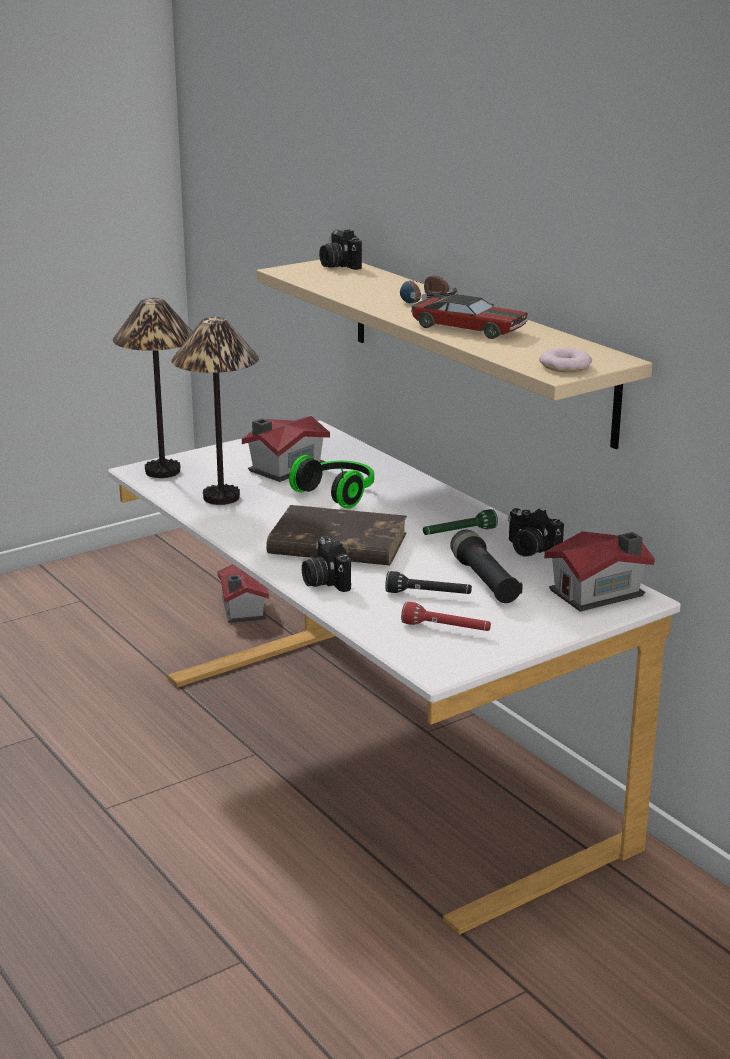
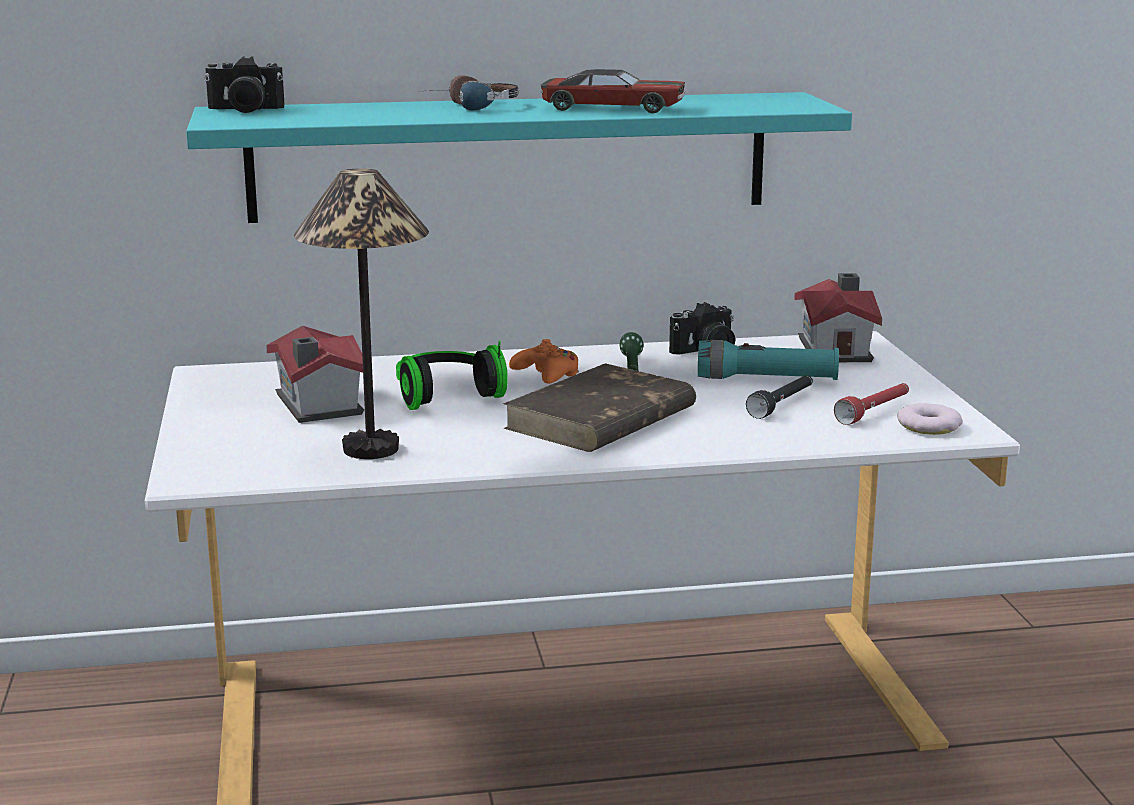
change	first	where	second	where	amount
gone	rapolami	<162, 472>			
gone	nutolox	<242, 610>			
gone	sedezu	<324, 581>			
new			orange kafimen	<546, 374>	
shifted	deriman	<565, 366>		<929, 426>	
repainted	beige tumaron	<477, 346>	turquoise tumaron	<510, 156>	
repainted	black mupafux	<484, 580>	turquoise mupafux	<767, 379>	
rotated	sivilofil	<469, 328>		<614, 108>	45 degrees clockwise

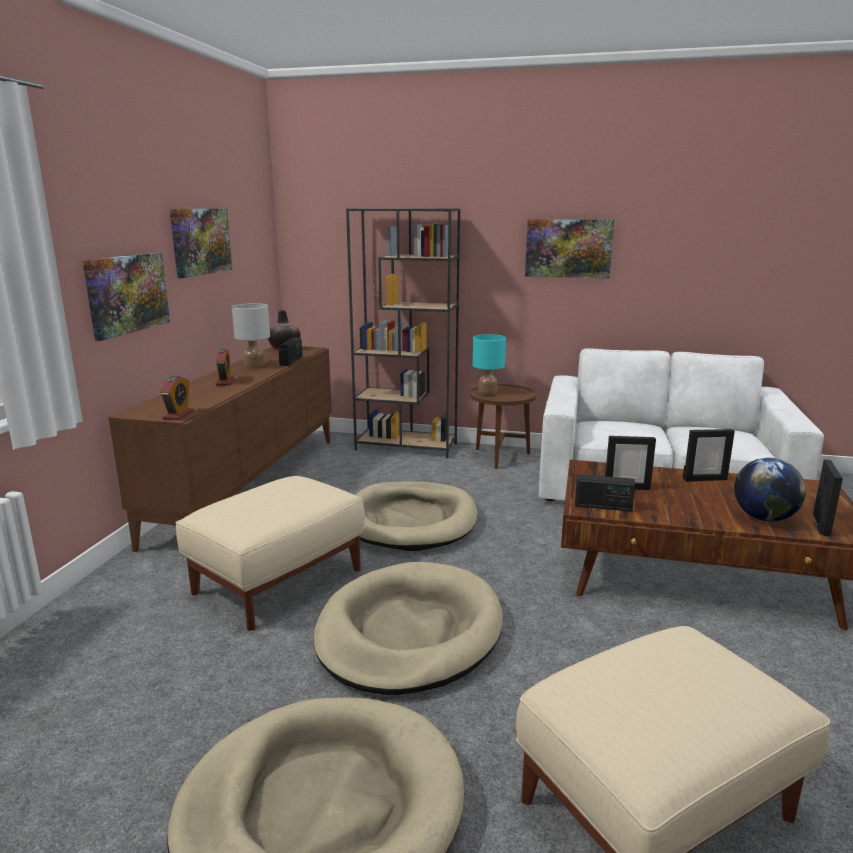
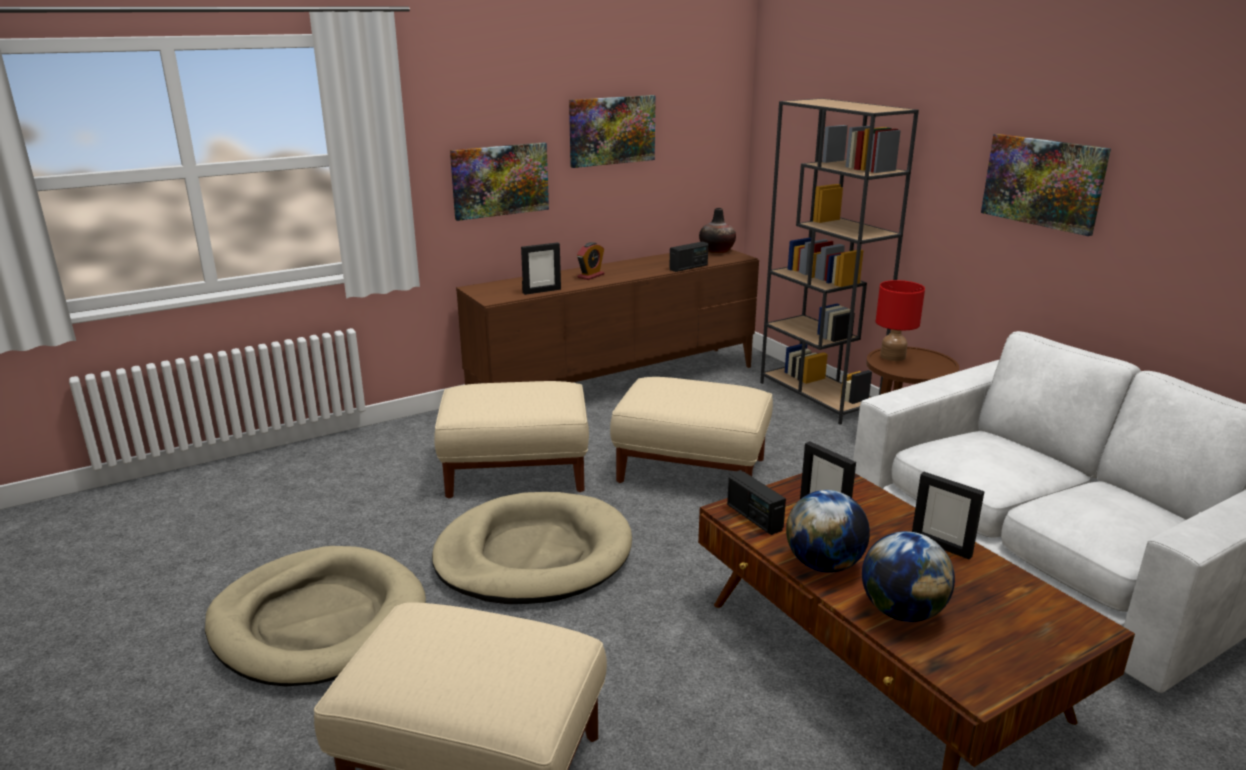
change	first	where	second	where	amount
gone	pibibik	<178, 415>			
gone	grey rapolami	<254, 366>			
new			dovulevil	<824, 565>	
shifted	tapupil	<820, 524>		<541, 291>	
swapped	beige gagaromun	<411, 520>	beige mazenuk	<692, 470>	
repainted	turquoise rapolami	<487, 392>	red rapolami	<893, 356>	

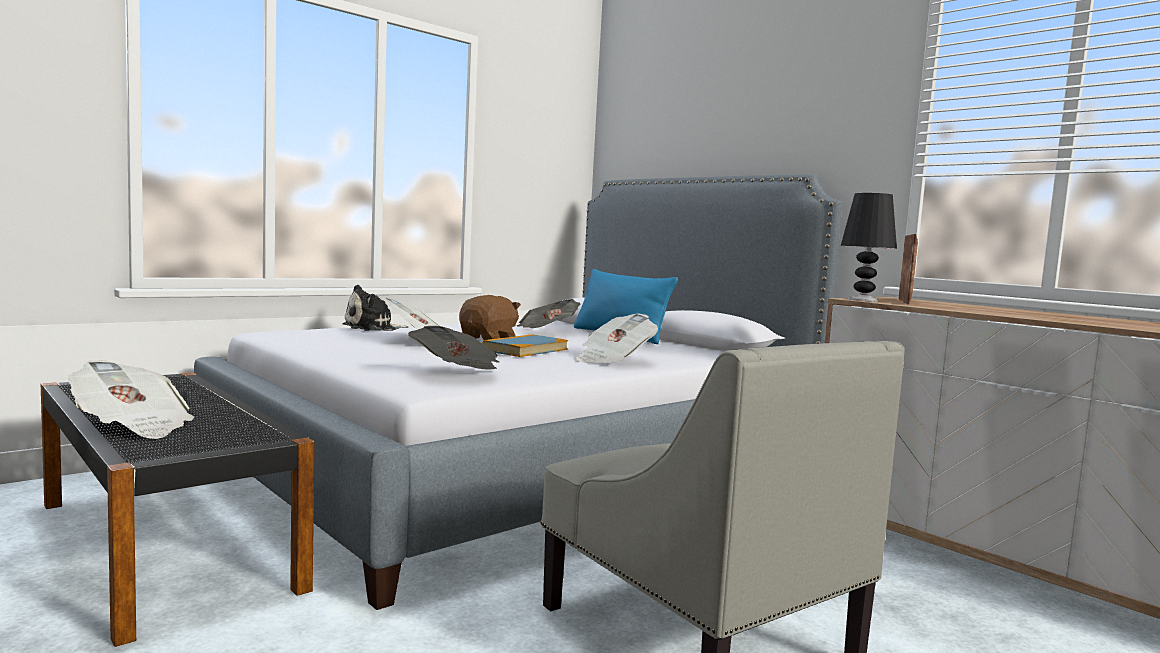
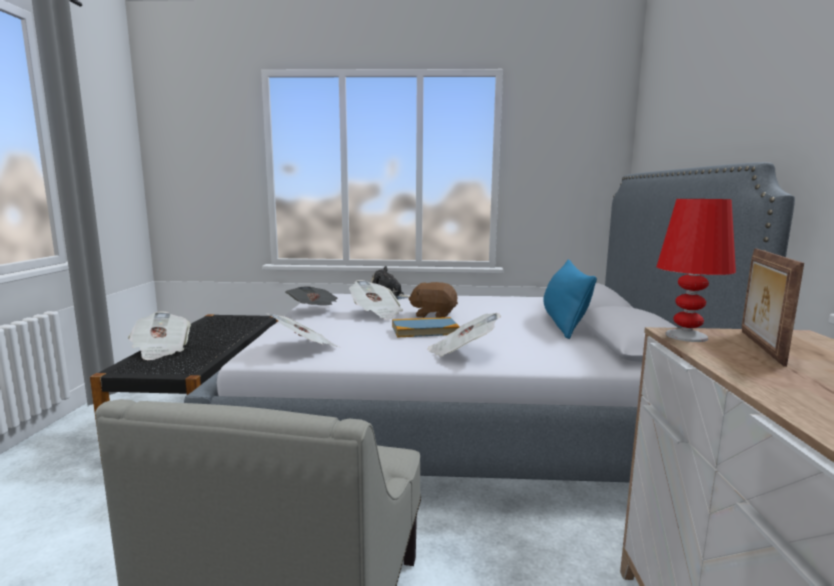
change	first	where	second	where	amount
shifted	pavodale	<547, 332>		<314, 310>	
repainted	black rapolami	<863, 300>	red rapolami	<686, 336>	
rotated	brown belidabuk	<489, 338>		<433, 315>	150 degrees counterclockwise
rotated	tapupil	<905, 301>		<759, 347>	135 degrees clockwise

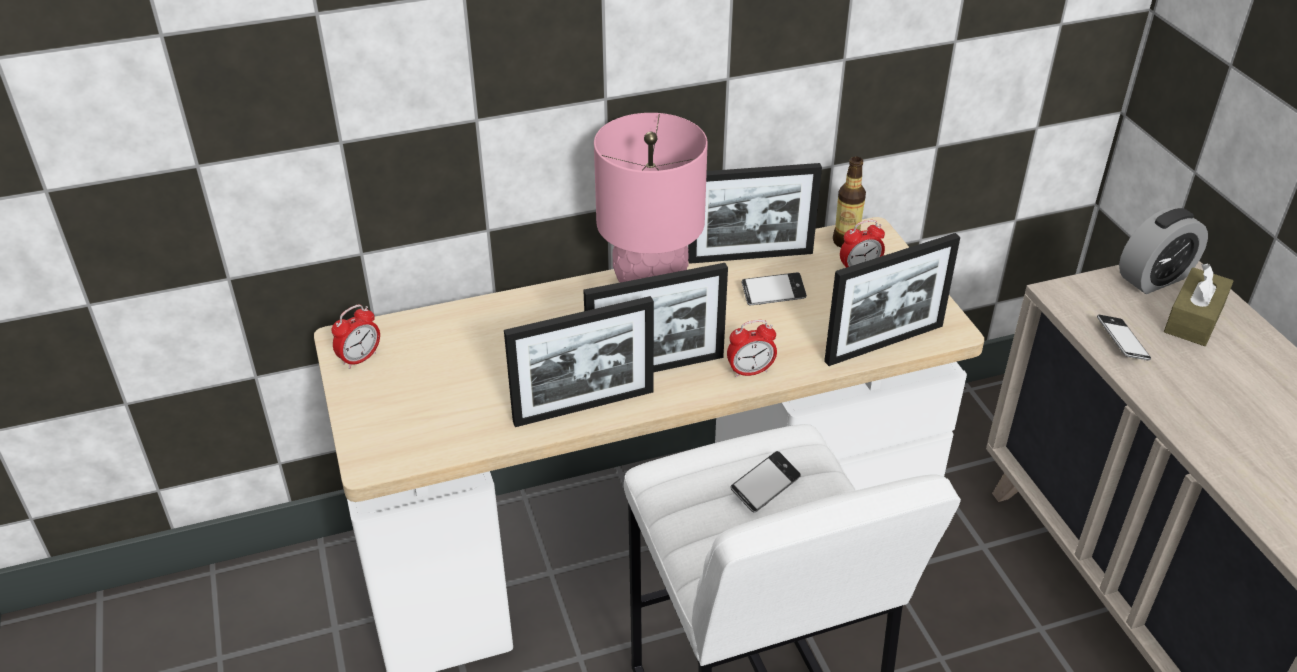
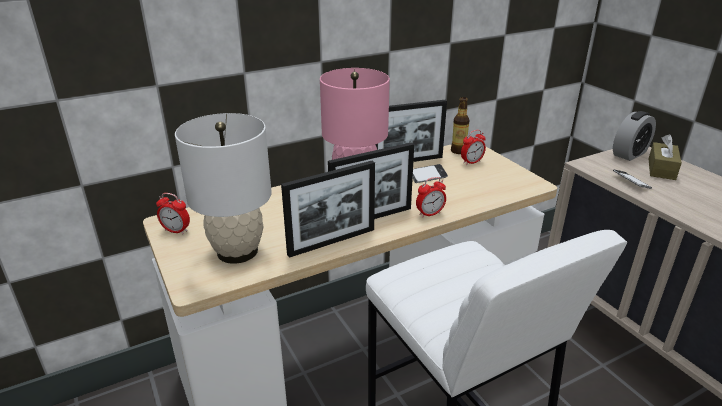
change	first	where	second	where	amount
gone	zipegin	<765, 486>			
gone	tapupil	<884, 343>			
new			white rapolami	<237, 252>	
rotated	pibibik	<360, 358>		<176, 231>	75 degrees clockwise

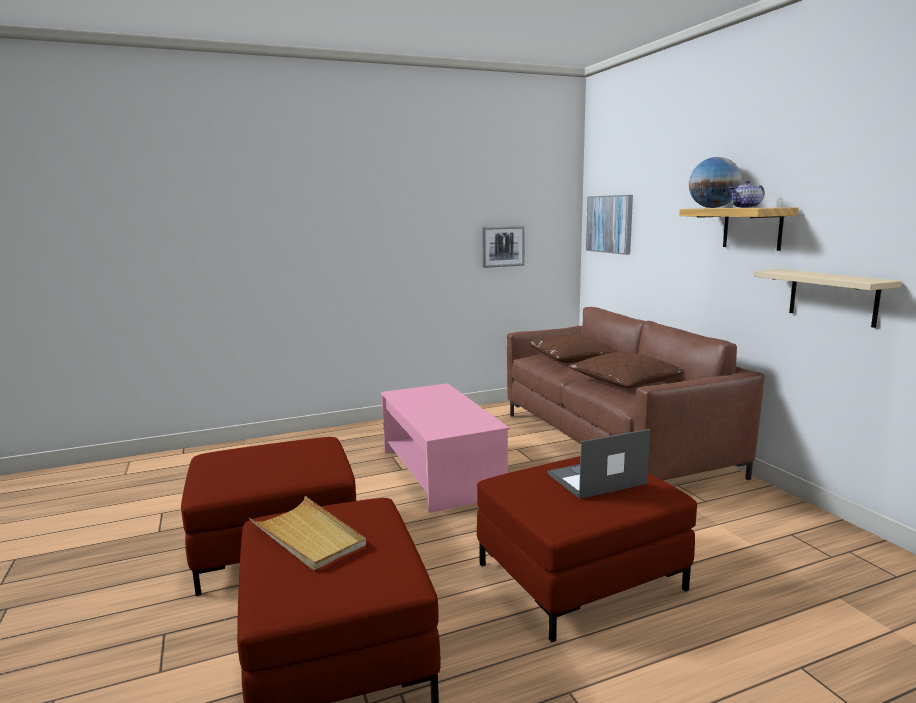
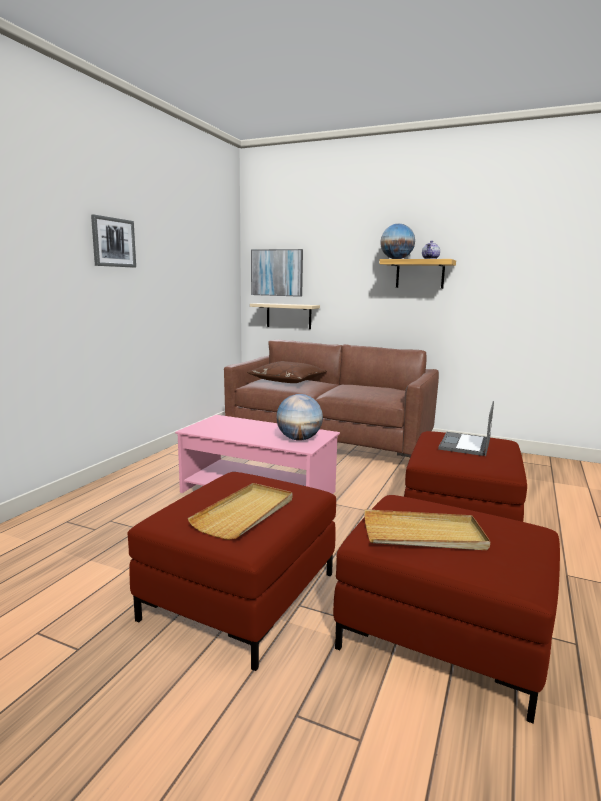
change	first	where	second	where	amount
gone	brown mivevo	<625, 381>			
new			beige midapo	<245, 513>	
new			dovulevil	<299, 439>	
shifted	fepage	<503, 246>		<113, 242>	
shifted	beige tumaron	<832, 297>		<288, 316>	

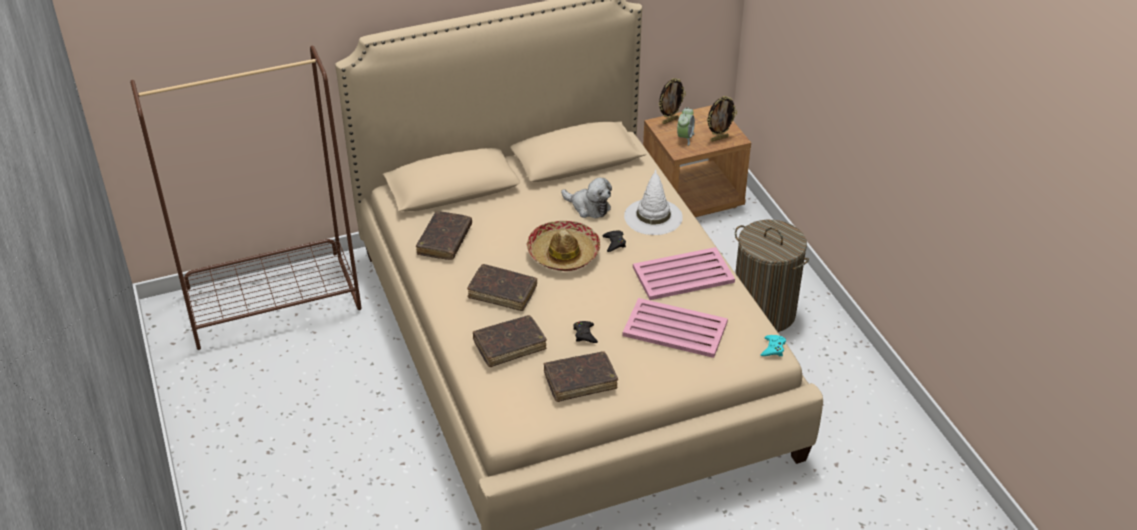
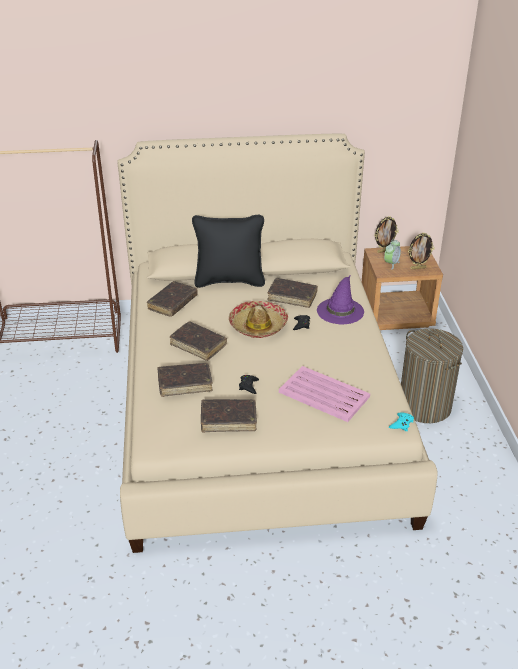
change	first	where	second	where	amount
gone	pink midapo	<684, 275>			
new			black mivevo	<229, 280>	
swapped	belidabuk	<588, 207>	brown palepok	<292, 297>	
repainted	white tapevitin	<653, 216>	purple tapevitin	<340, 310>	

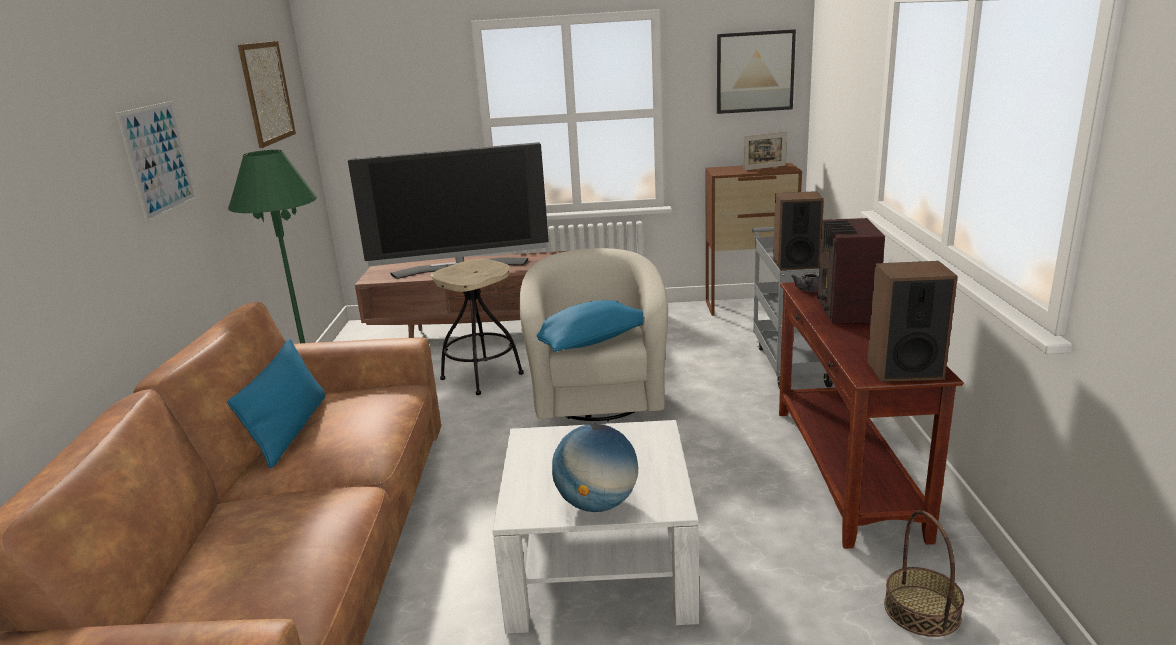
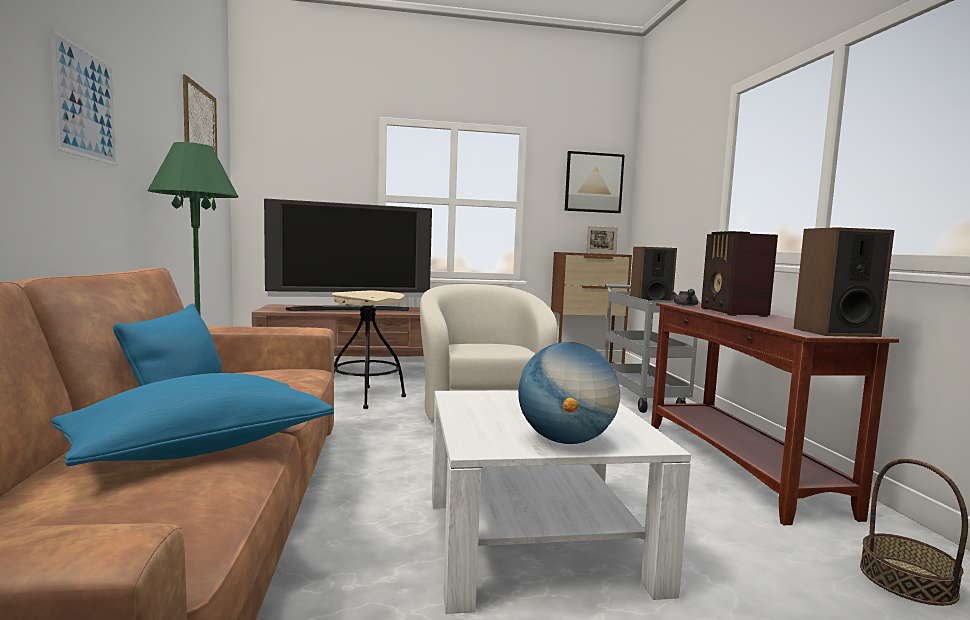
change	first	where	second	where	amount
shifted	blue mivevo	<589, 341>		<202, 448>	

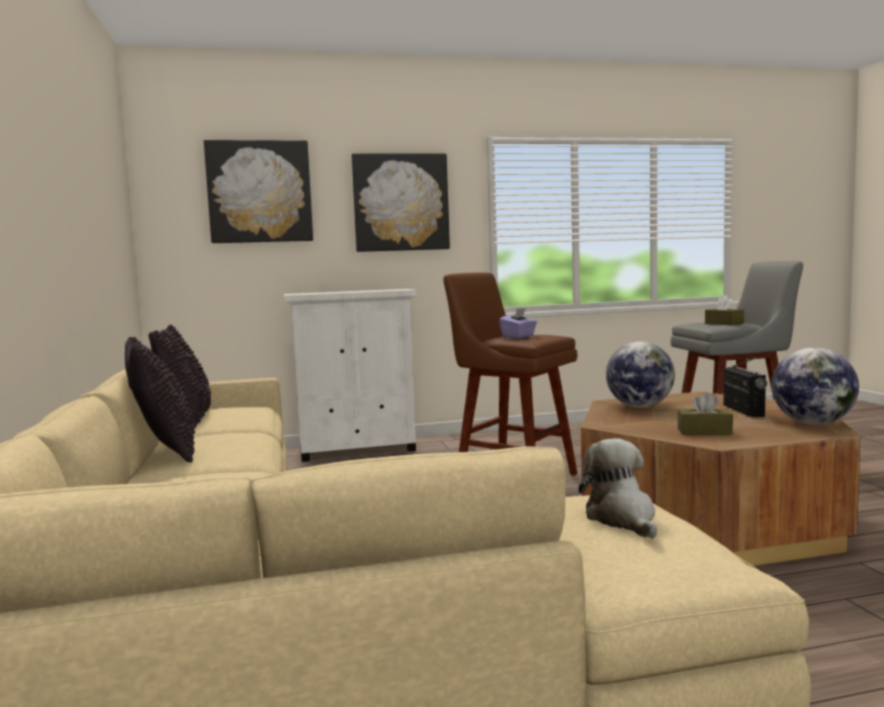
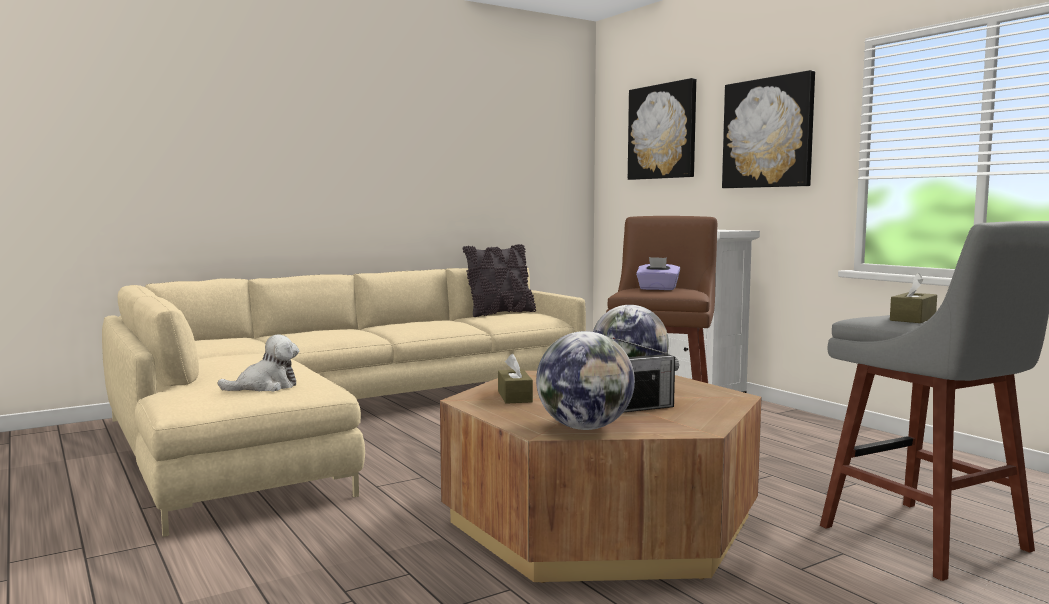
change	first	where	second	where	amount
gone	black mivevo	<165, 451>			

